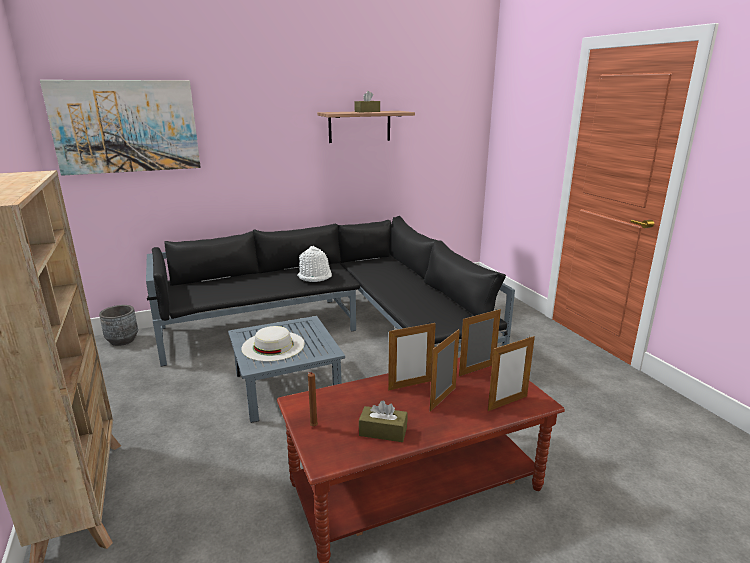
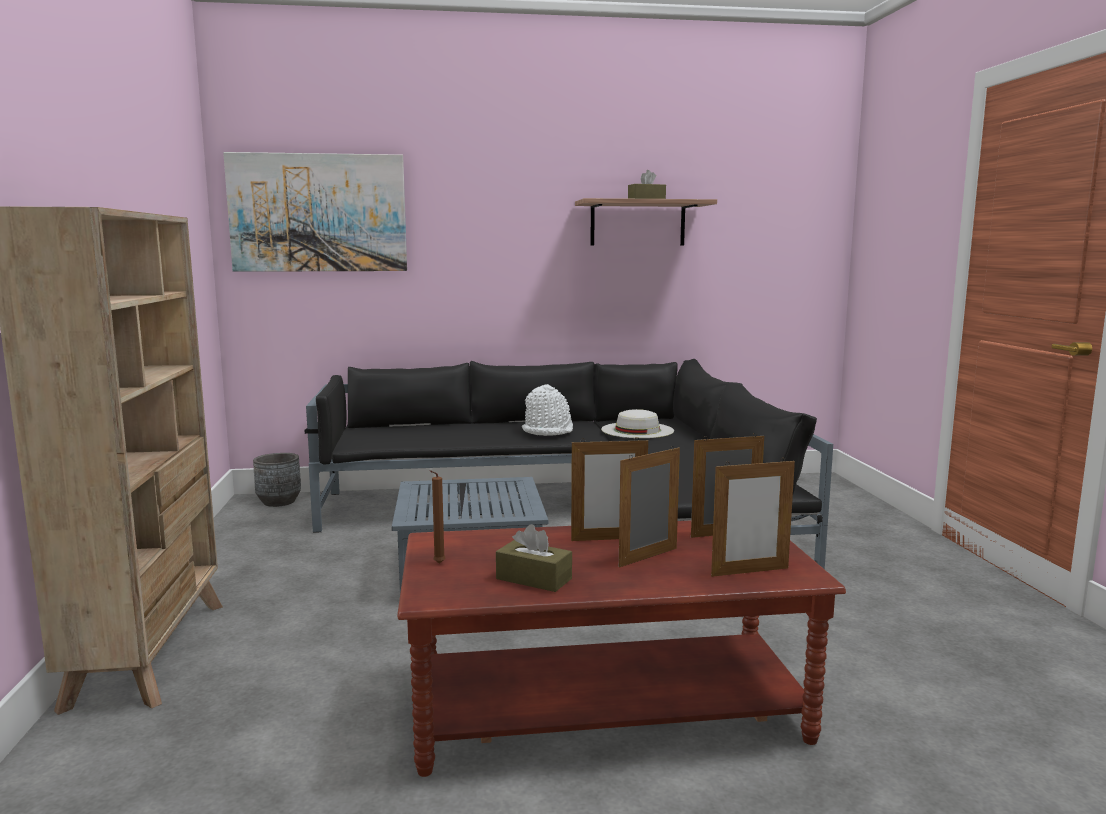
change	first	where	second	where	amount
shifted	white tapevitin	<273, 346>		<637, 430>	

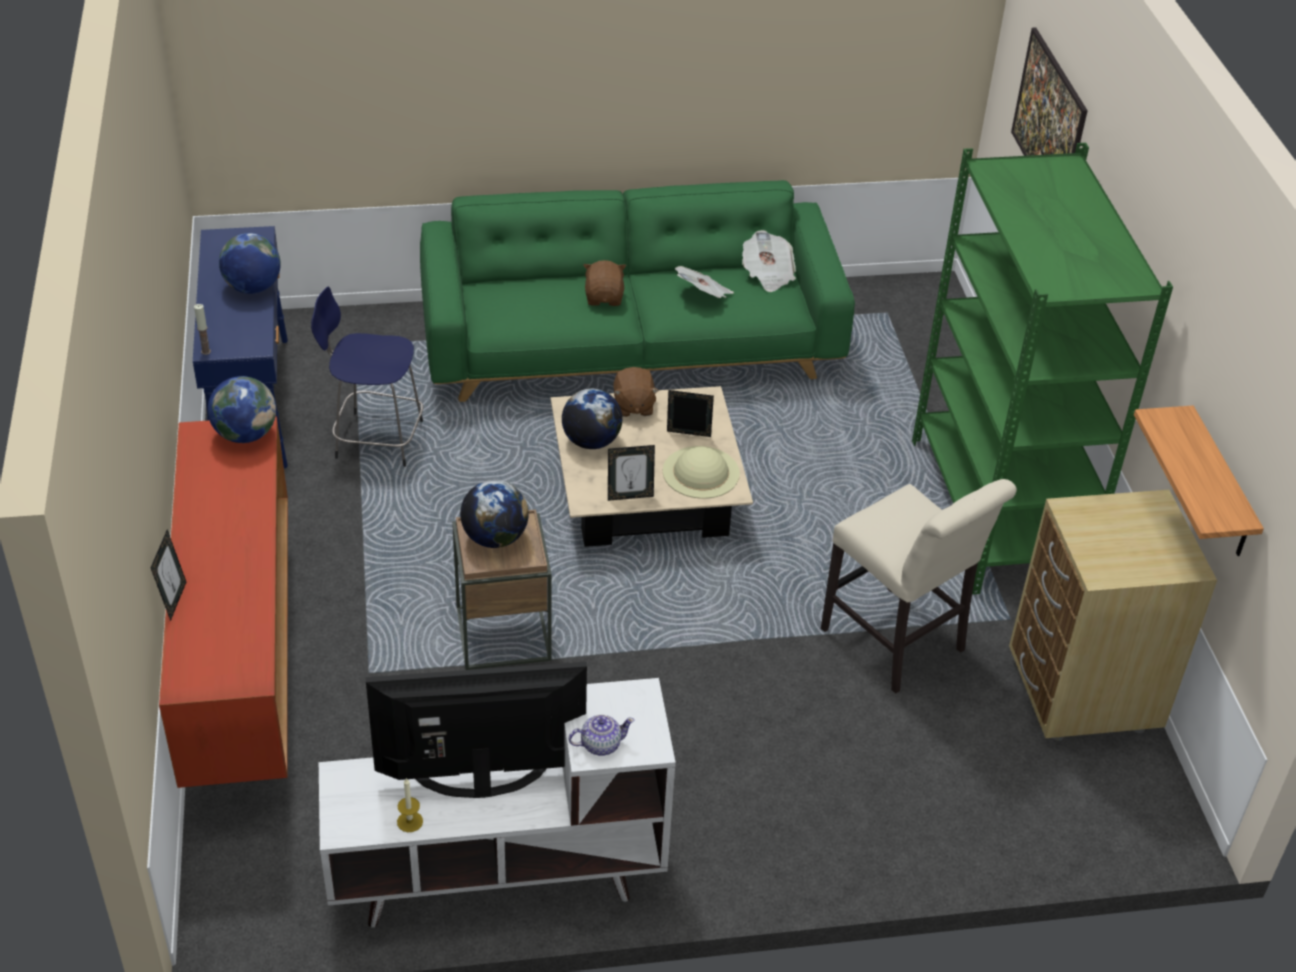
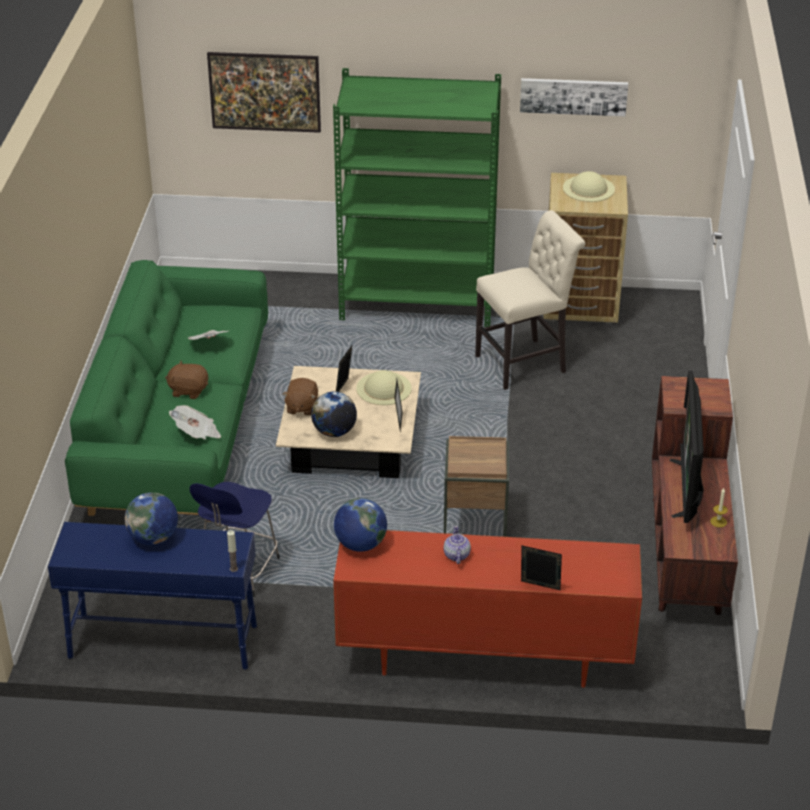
change	first	where	second	where	amount
gone	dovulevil	<495, 538>			
gone	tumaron	<1220, 486>			
new			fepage	<573, 96>	
new			beige tapevitin	<588, 188>	
shifted	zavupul	<600, 744>		<456, 555>	
shifted	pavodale	<767, 274>		<197, 433>	
repainted	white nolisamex	<494, 877>	brown nolisamex	<687, 555>	
rotated	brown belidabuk	<633, 406>		<301, 407>	90 degrees clockwise

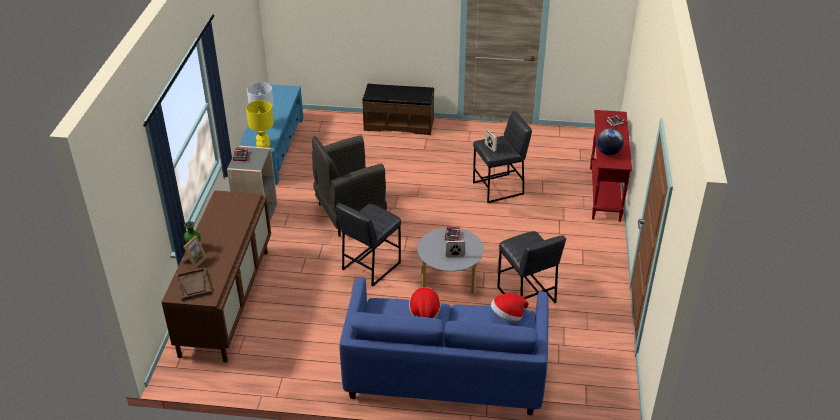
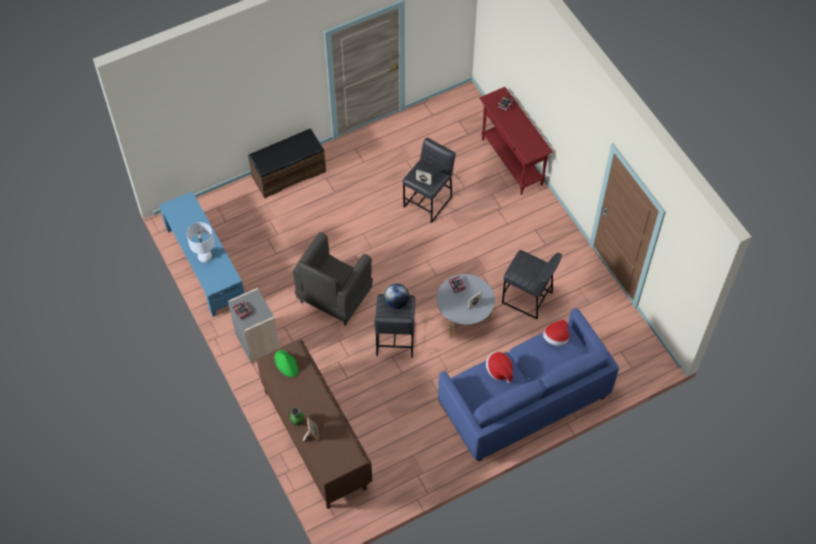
change	first	where	second	where	amount
gone	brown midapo	<194, 285>			
gone	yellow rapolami	<263, 144>			
new			green tapevitin	<286, 364>	
shifted	dovulevil	<608, 152>		<396, 302>	

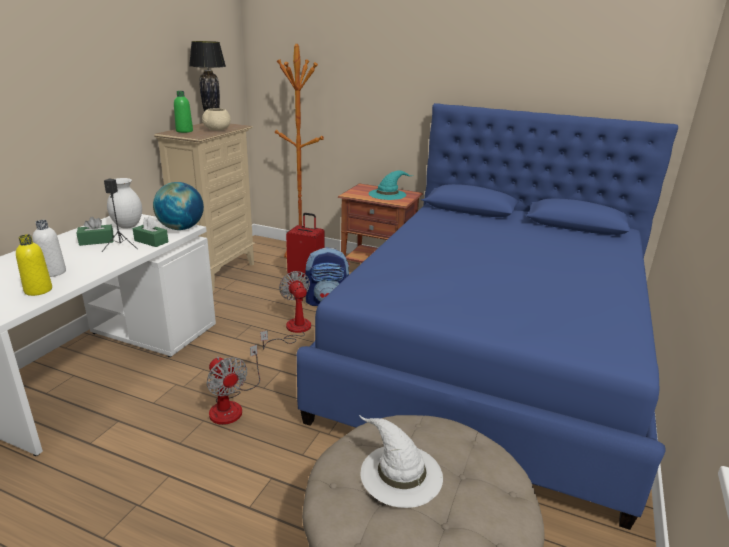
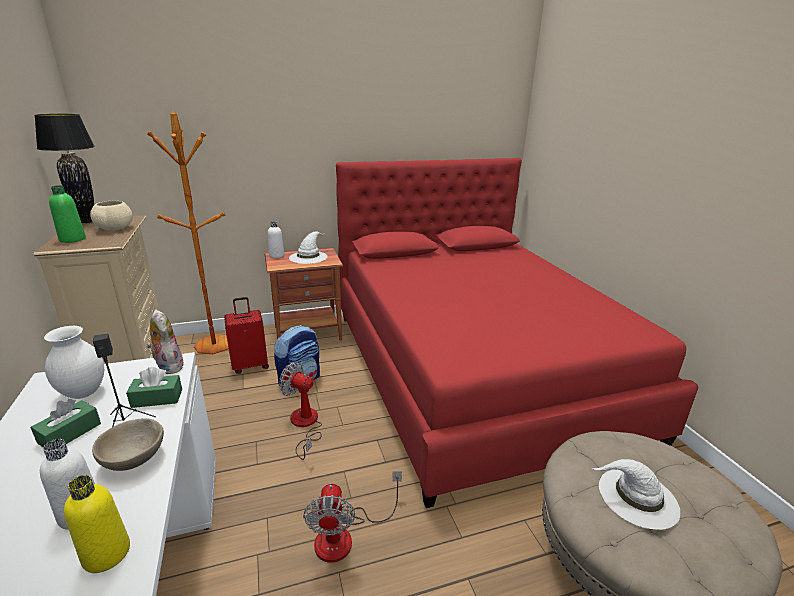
change	first	where	second	where	amount
new			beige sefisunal	<134, 459>	
new			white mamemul	<276, 255>	
swapped	dovulevil	<181, 228>	belidabuk	<168, 366>	
repainted	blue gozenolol	<492, 357>	red gozenolol	<474, 369>	
repainted	turquoise tapevitin	<387, 194>	white tapevitin	<308, 257>	
rotated	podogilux	<231, 405>		<345, 536>	75 degrees clockwise

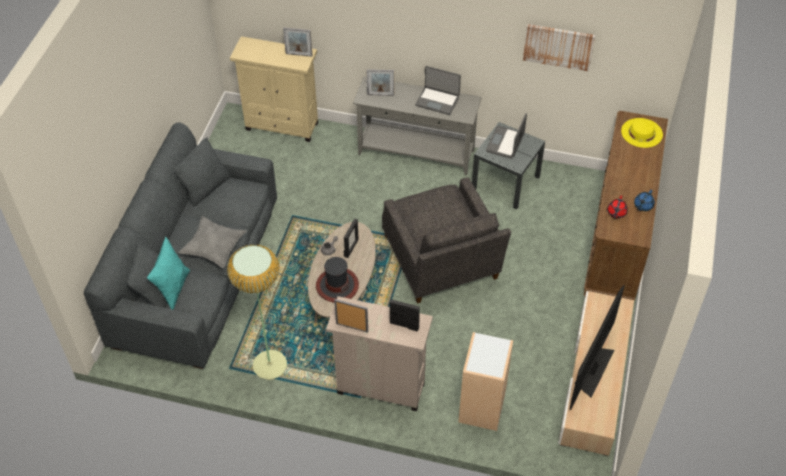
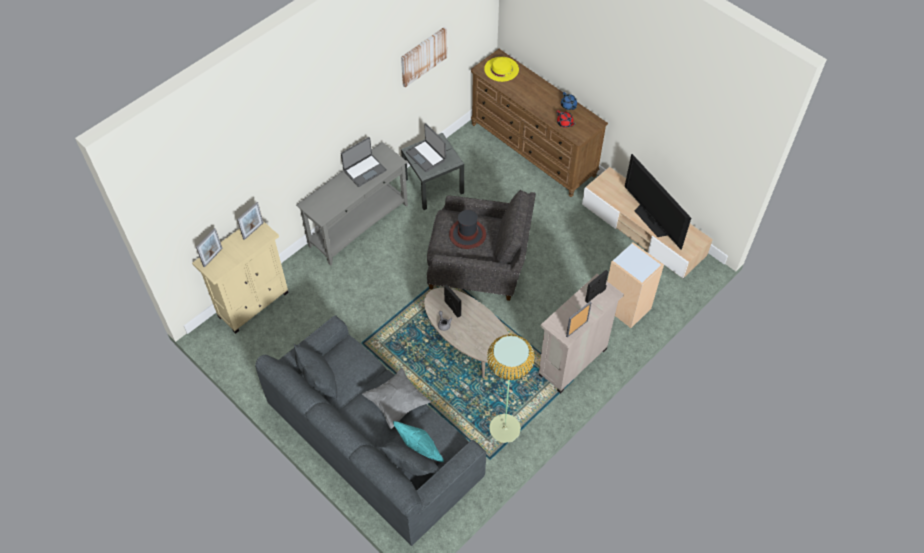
change	first	where	second	where	amount
shifted	tapevitin	<337, 285>		<467, 234>	
shifted	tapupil	<380, 94>		<213, 257>	

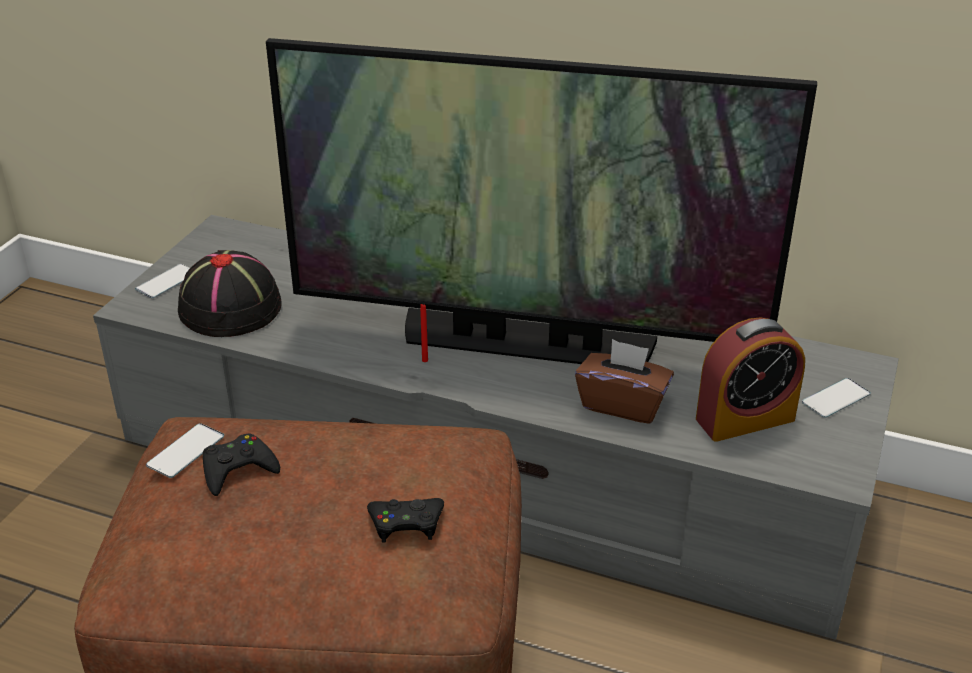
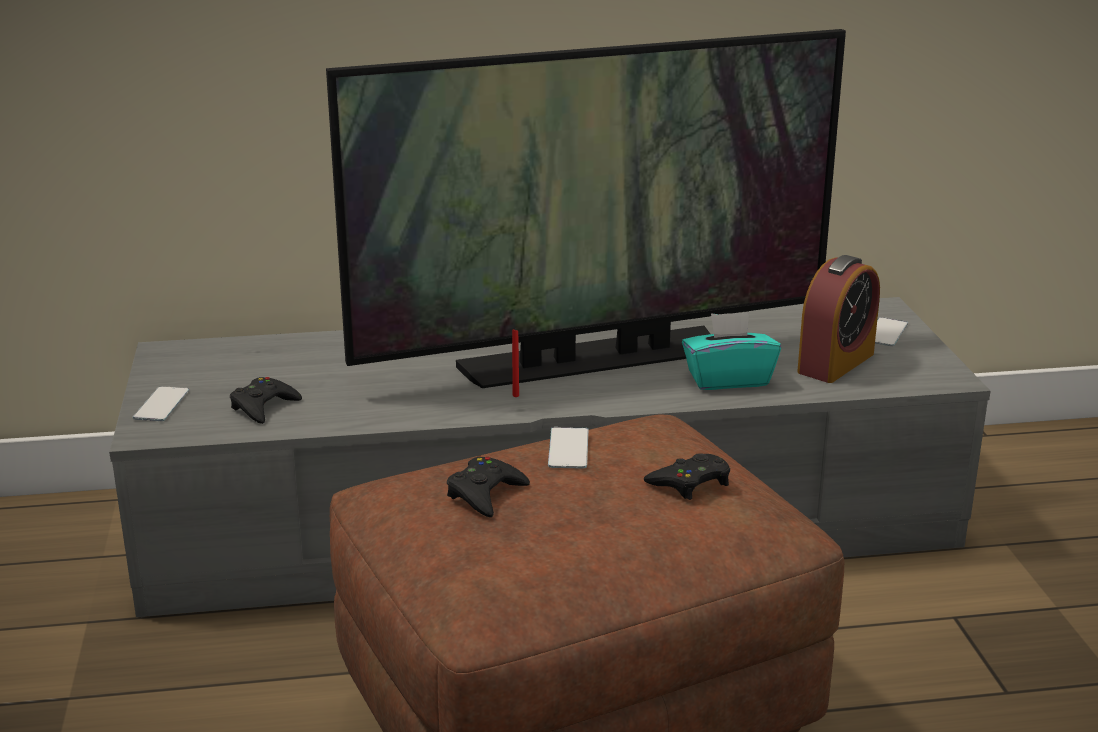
change	first	where	second	where	amount
shifted	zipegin	<185, 451>		<568, 448>	
swapped	black tapevitin	<231, 307>	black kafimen	<263, 406>	
repainted	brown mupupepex	<622, 404>	turquoise mupupepex	<728, 379>	

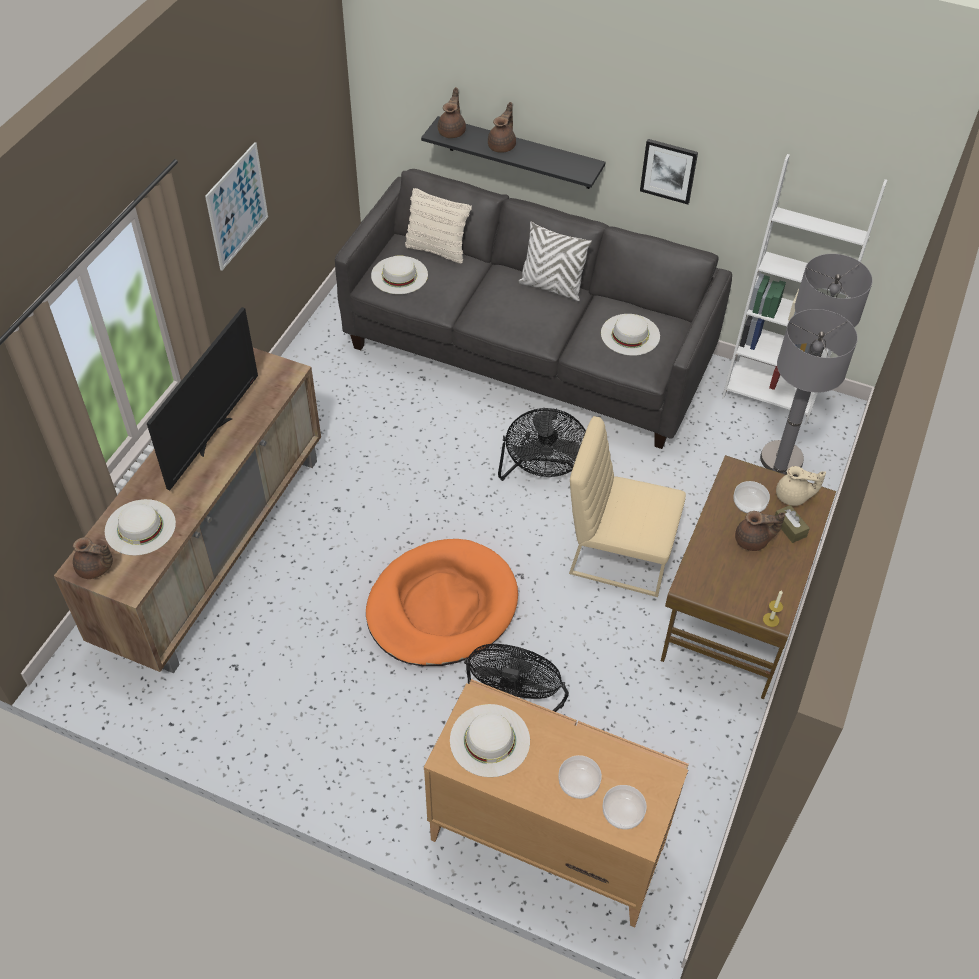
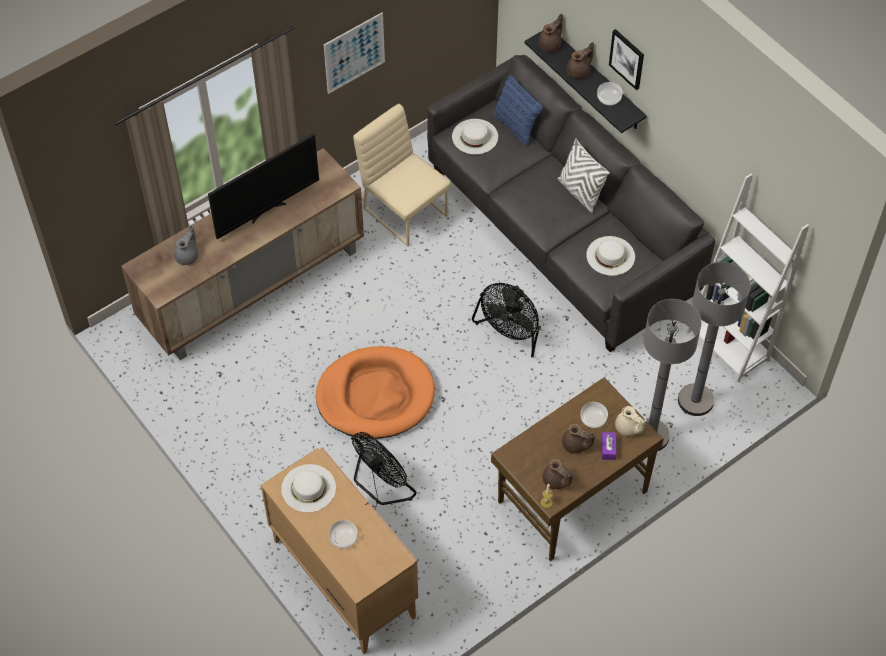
change	first	where	second	where	amount
shifted	brown zavupul	<95, 569>		<556, 481>	
shifted	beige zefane	<618, 554>		<404, 210>	
shifted	sefisunal	<622, 812>		<609, 98>	
shifted	fepage	<668, 170>		<627, 59>	
swapped	white tapevitin	<140, 527>	grey zavupul	<188, 256>	
repainted	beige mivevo	<438, 250>	blue mivevo	<516, 127>	
repainted	brown mupupepex	<789, 528>	purple mupupepex	<608, 448>	

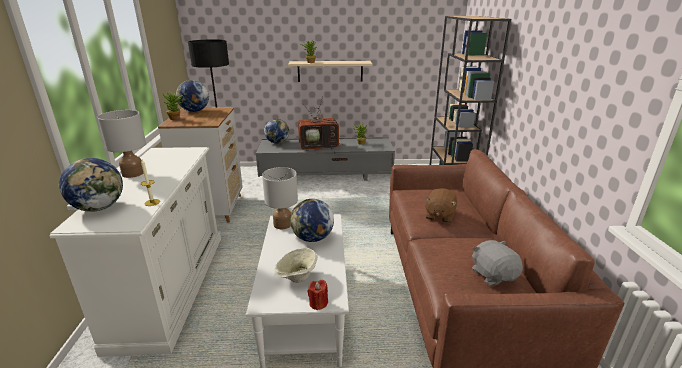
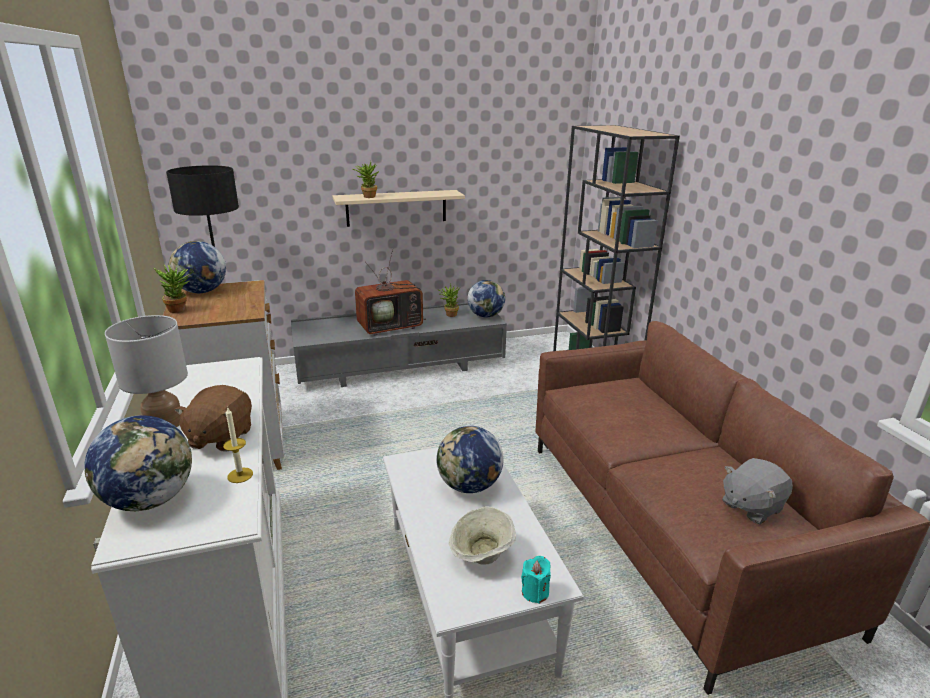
change	first	where	second	where	amount
gone	grey rapolami	<282, 224>			
shifted	dovulevil	<277, 142>		<485, 316>	
shifted	brown belidabuk	<439, 216>		<220, 438>	
repainted	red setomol	<318, 303>	turquoise setomol	<535, 592>	
rotated	grey belidabuk	<493, 275>		<751, 506>	90 degrees counterclockwise

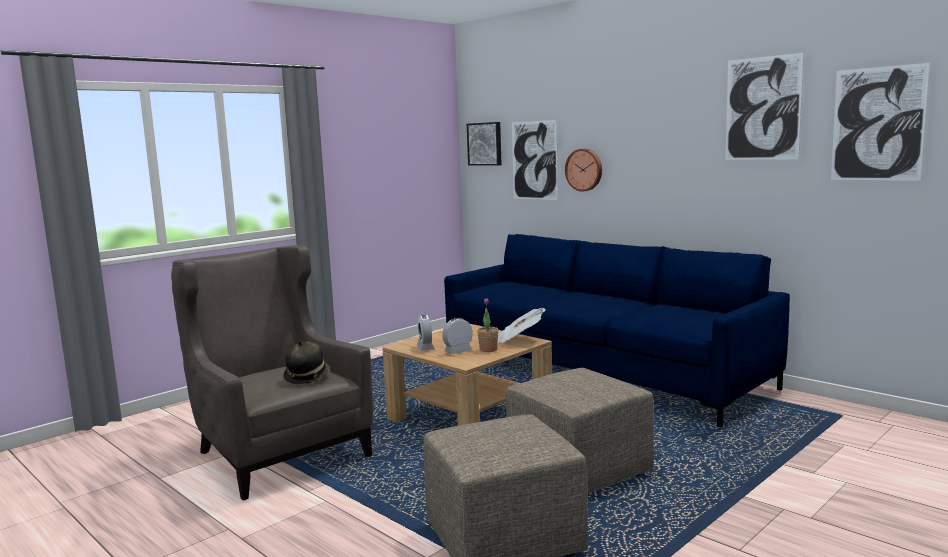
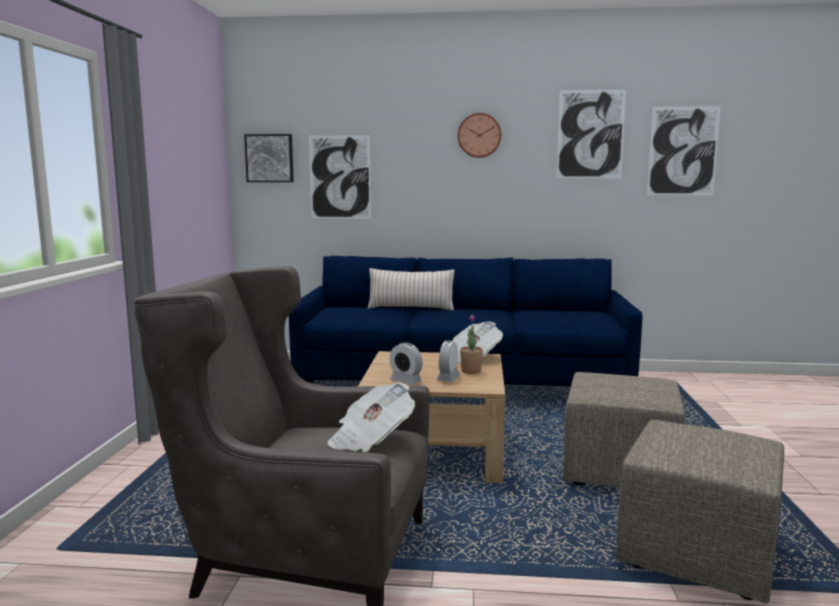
change	first	where	second	where	amount
new			beige mivevo	<411, 308>	
shifted	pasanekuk	<584, 169>		<479, 135>	
swapped	tapevitin	<307, 377>	pavodale	<370, 439>	

